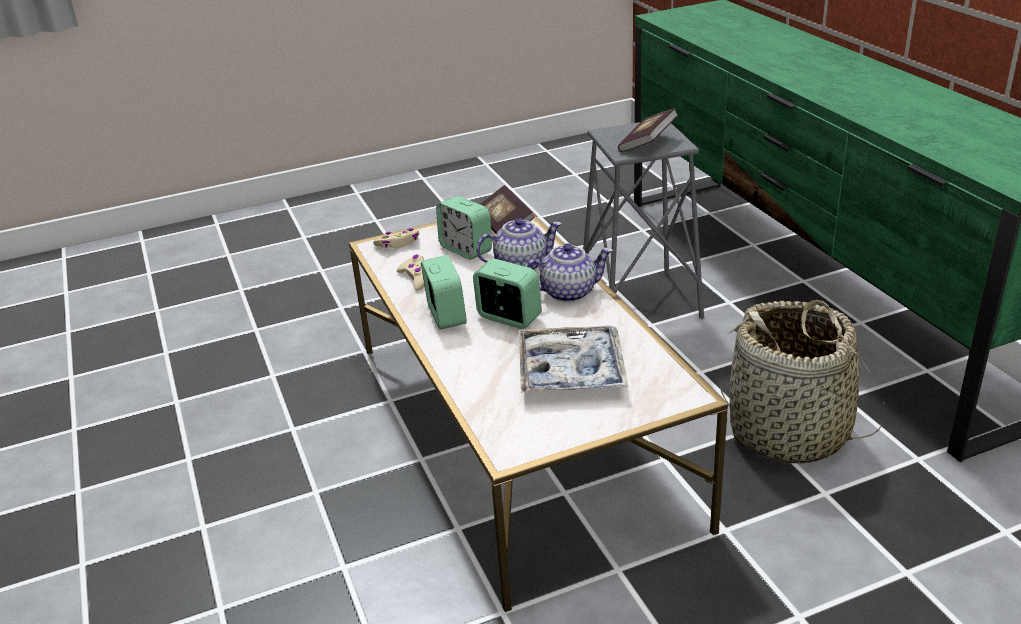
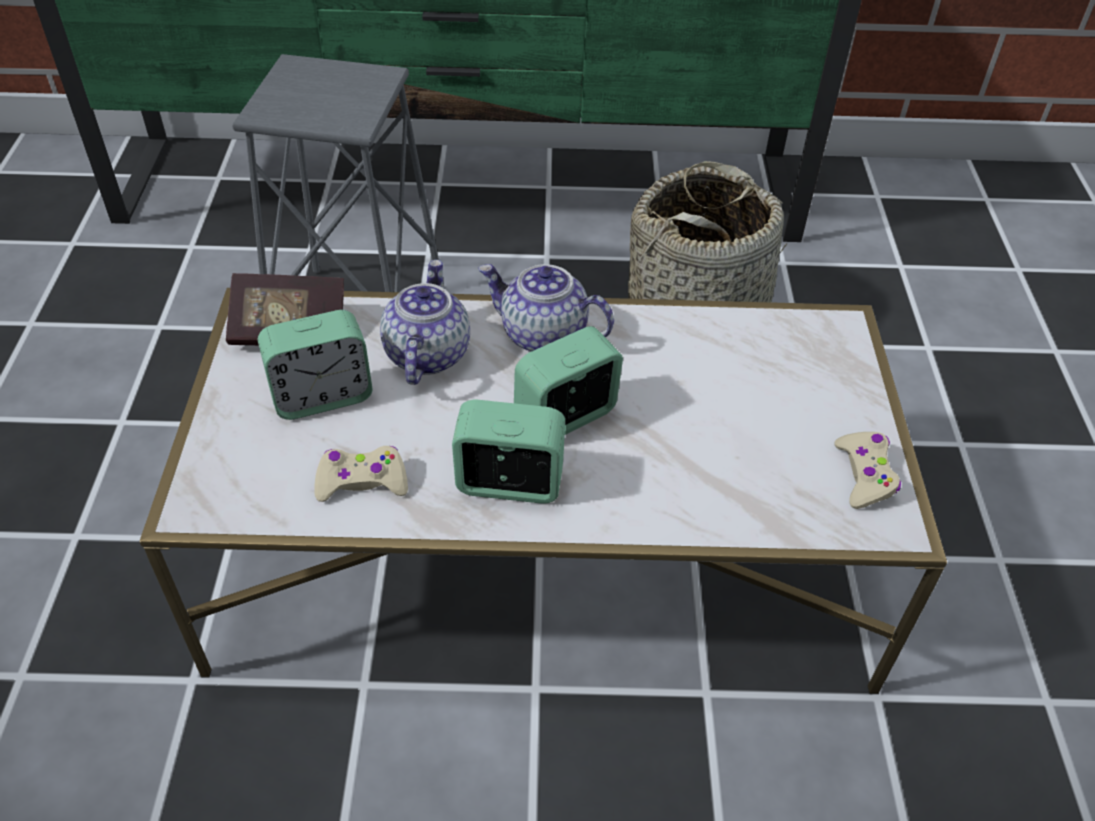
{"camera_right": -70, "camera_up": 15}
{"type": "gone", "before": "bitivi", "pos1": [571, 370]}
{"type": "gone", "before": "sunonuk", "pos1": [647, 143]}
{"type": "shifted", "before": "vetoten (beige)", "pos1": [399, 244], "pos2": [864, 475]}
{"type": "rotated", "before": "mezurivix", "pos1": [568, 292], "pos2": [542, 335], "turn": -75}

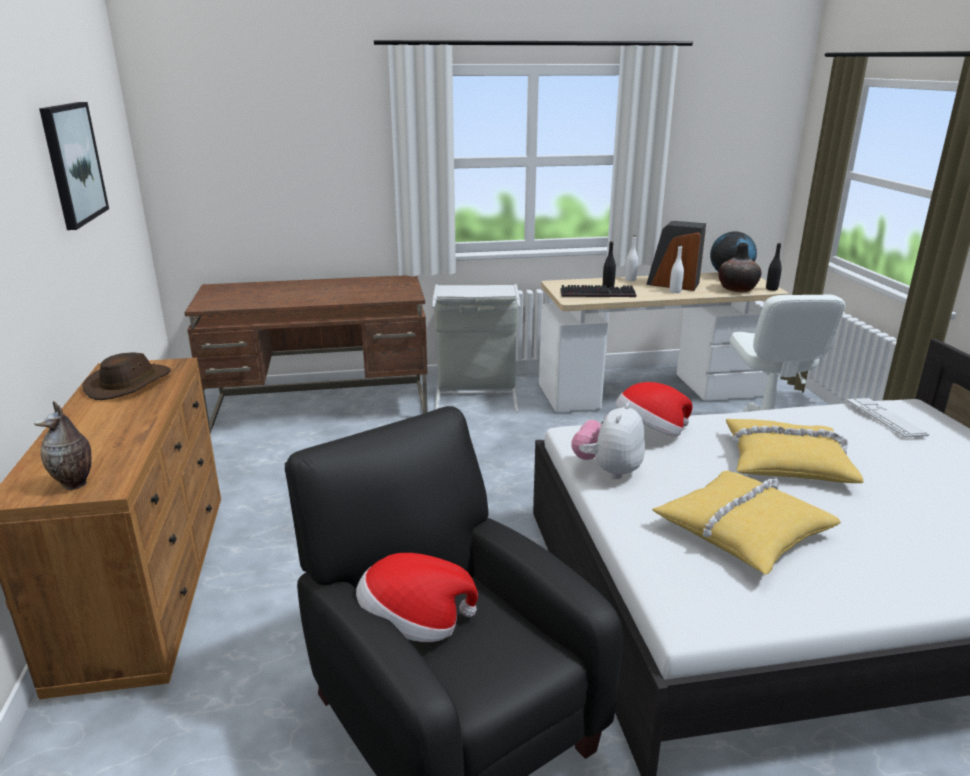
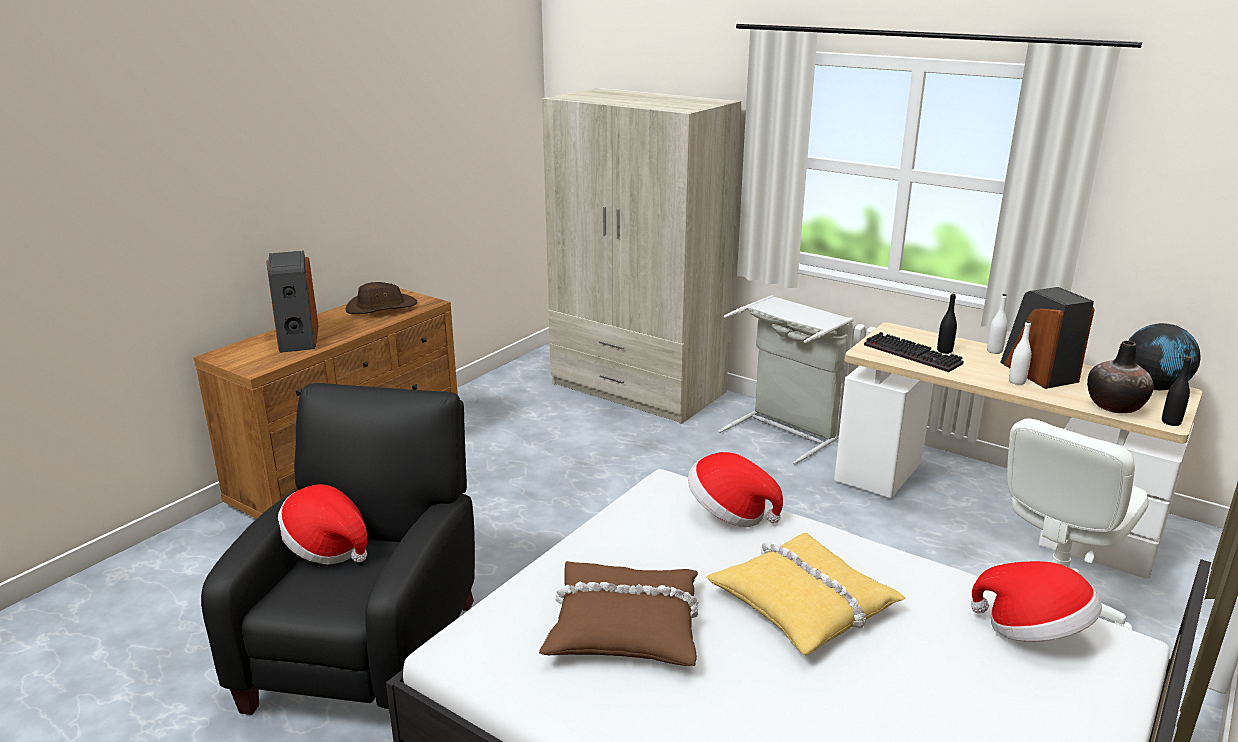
{"camera_right": 45, "camera_up": 0}
{"type": "gone", "before": "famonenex", "pos1": [75, 484]}
{"type": "gone", "before": "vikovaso", "pos1": [73, 163]}
{"type": "gone", "before": "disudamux", "pos1": [608, 470]}
{"type": "new", "after": "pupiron", "pos2": [297, 338]}
{"type": "swapped", "before": "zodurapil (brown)", "after": "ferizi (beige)", "pos1": [322, 406], "pos2": [637, 389]}
{"type": "swapped", "before": "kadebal", "after": "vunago", "pos1": [885, 418], "pos2": [1033, 631]}
{"type": "repainted", "before": "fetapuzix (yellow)", "after": "fetapuzix (brown)", "pos1": [742, 531], "pos2": [624, 625]}

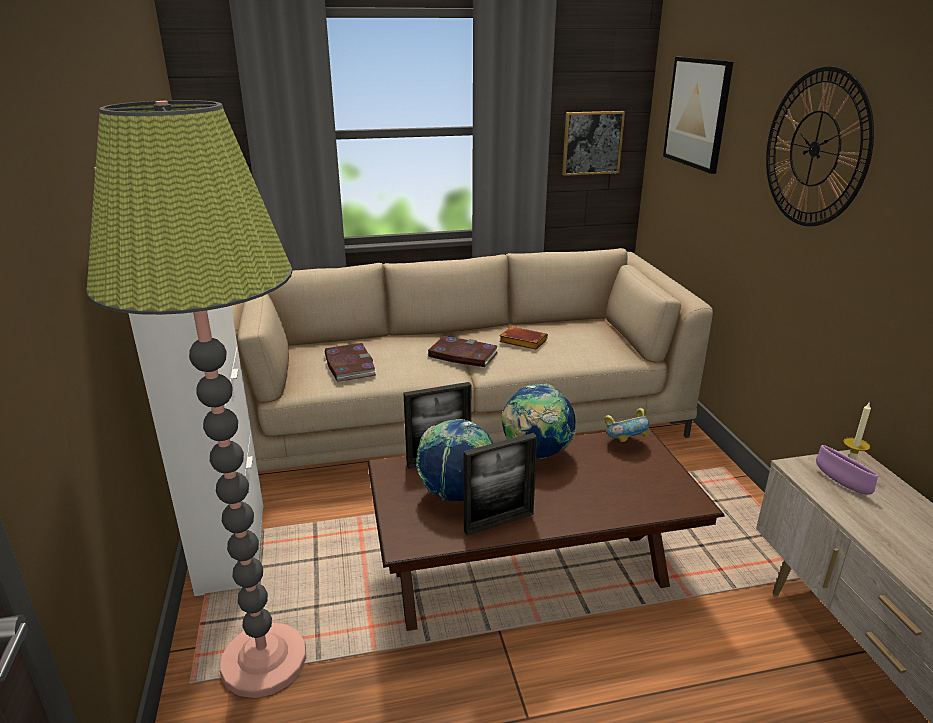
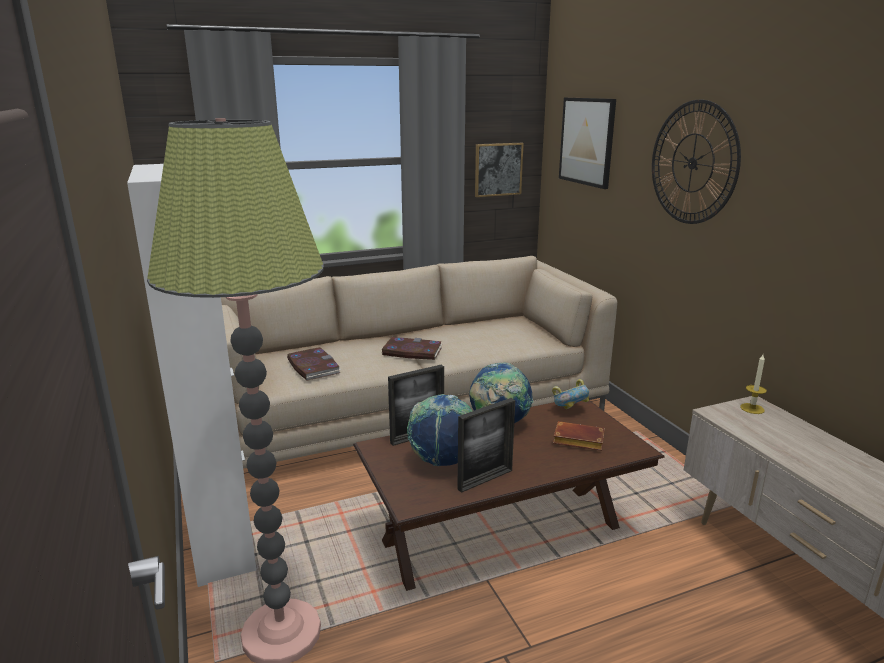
{"camera_right": -10, "camera_up": -5}
{"type": "gone", "before": "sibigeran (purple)", "pos1": [841, 483]}
{"type": "shifted", "before": "sunonuk (brown)", "pos1": [521, 342], "pos2": [577, 441]}

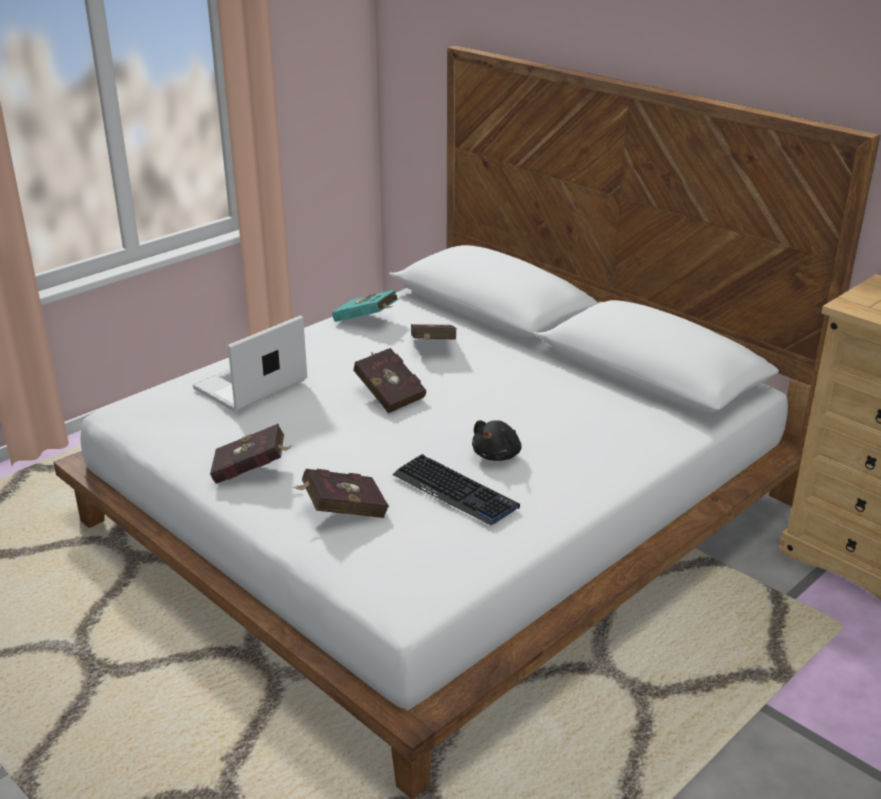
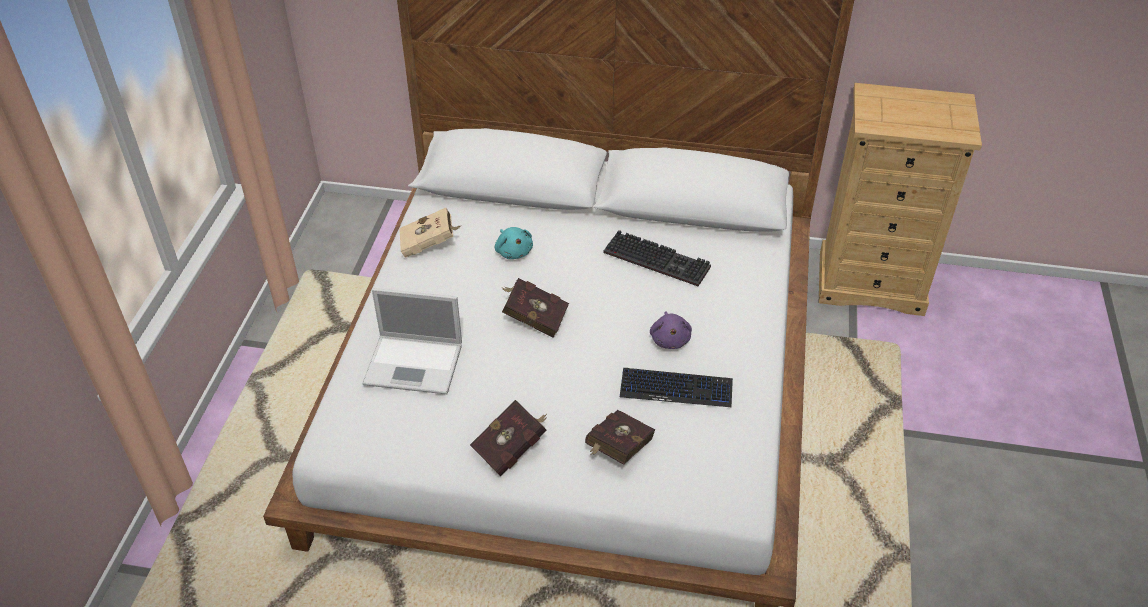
{"camera_right": -35, "camera_up": 15}
{"type": "new", "after": "kadebal", "pos2": [659, 259]}
{"type": "swapped", "before": "sunonuk (red)", "after": "disudamux (turquoise)", "pos1": [432, 348], "pos2": [513, 251]}
{"type": "repainted", "before": "sunonuk (turquoise)", "after": "sunonuk (beige)", "pos1": [367, 321], "pos2": [430, 244]}
{"type": "repainted", "before": "disudamux (black)", "after": "disudamux (purple)", "pos1": [497, 455], "pos2": [670, 339]}
{"type": "rotated", "before": "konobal", "pos1": [249, 386], "pos2": [415, 364], "turn": -90}

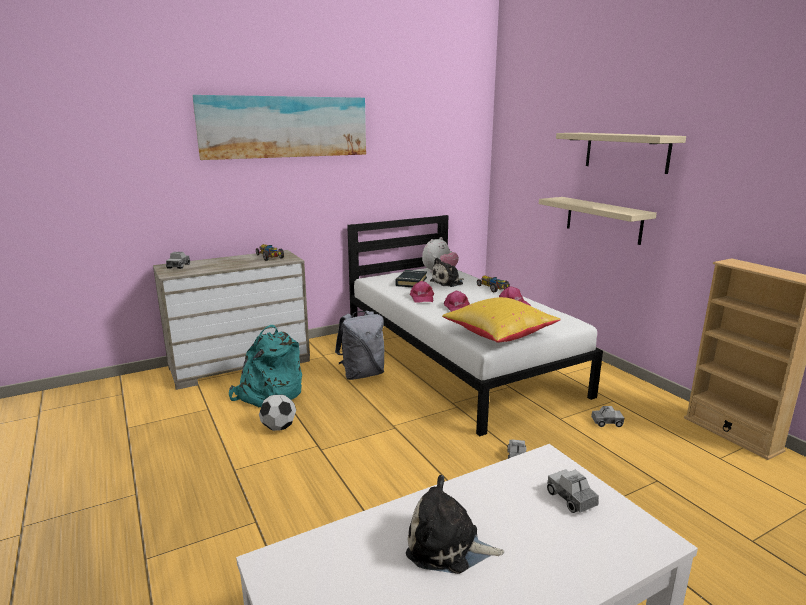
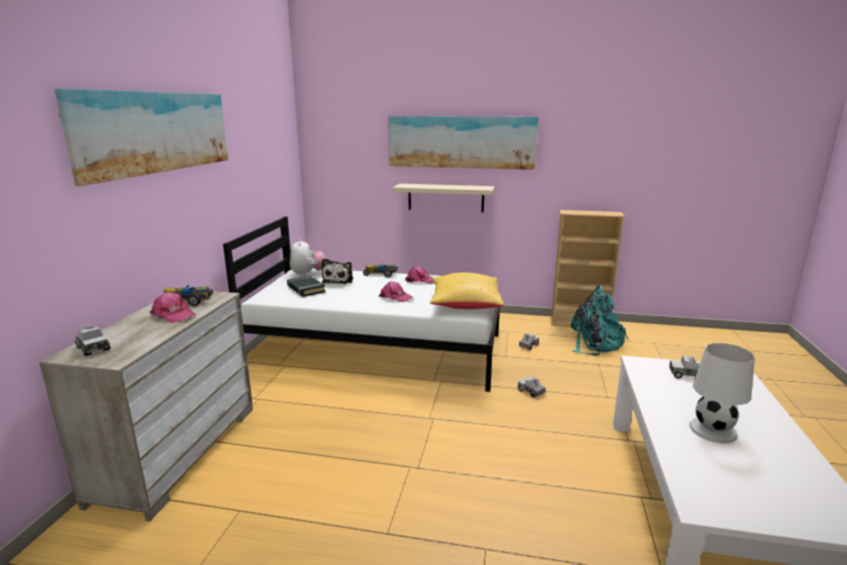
{"camera_right": -50, "camera_up": 0}
{"type": "gone", "before": "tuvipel", "pos1": [279, 428]}
{"type": "gone", "before": "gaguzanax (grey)", "pos1": [362, 374]}
{"type": "shifted", "before": "gaguzanax (turquoise)", "pos1": [268, 394], "pos2": [595, 343]}
{"type": "shifted", "before": "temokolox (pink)", "pos1": [422, 298], "pos2": [173, 315]}
{"type": "swapped", "before": "disudamux", "after": "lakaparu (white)", "pos1": [448, 546], "pos2": [713, 430]}
{"type": "swapped", "before": "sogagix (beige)", "after": "vikovaso", "pos1": [626, 152], "pos2": [461, 142]}

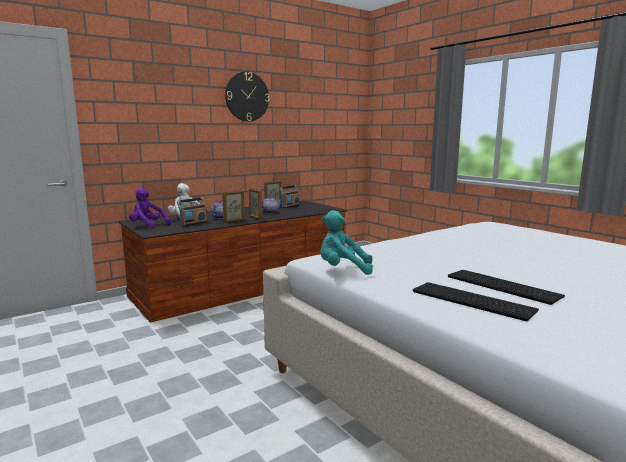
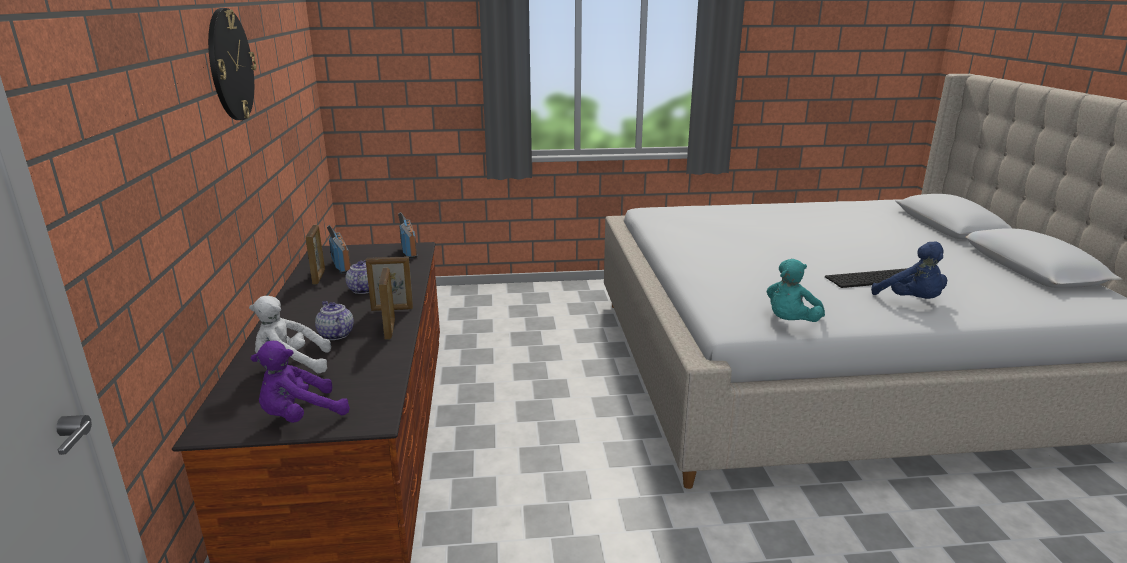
{"camera_right": -60, "camera_up": 10}
{"type": "shifted", "before": "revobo", "pos1": [193, 223], "pos2": [409, 251]}
{"type": "swapped", "before": "kadebal", "after": "disudamux (blue)", "pos1": [470, 301], "pos2": [911, 301]}

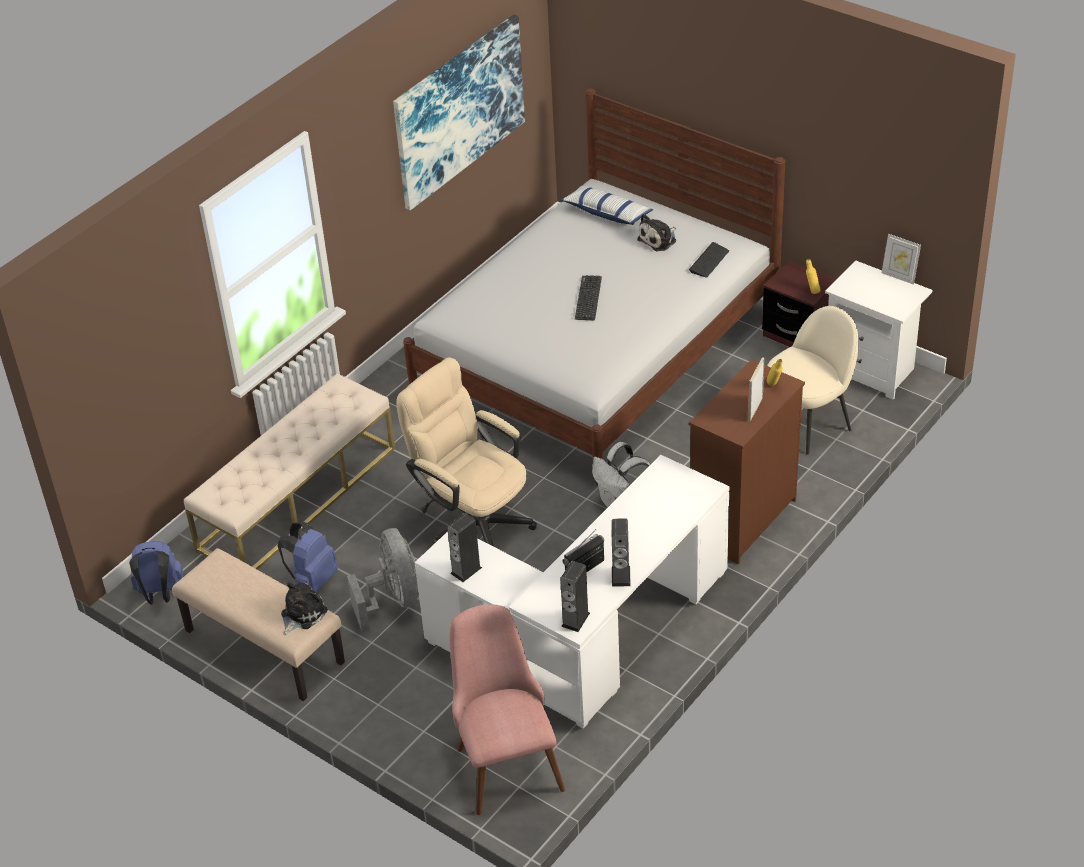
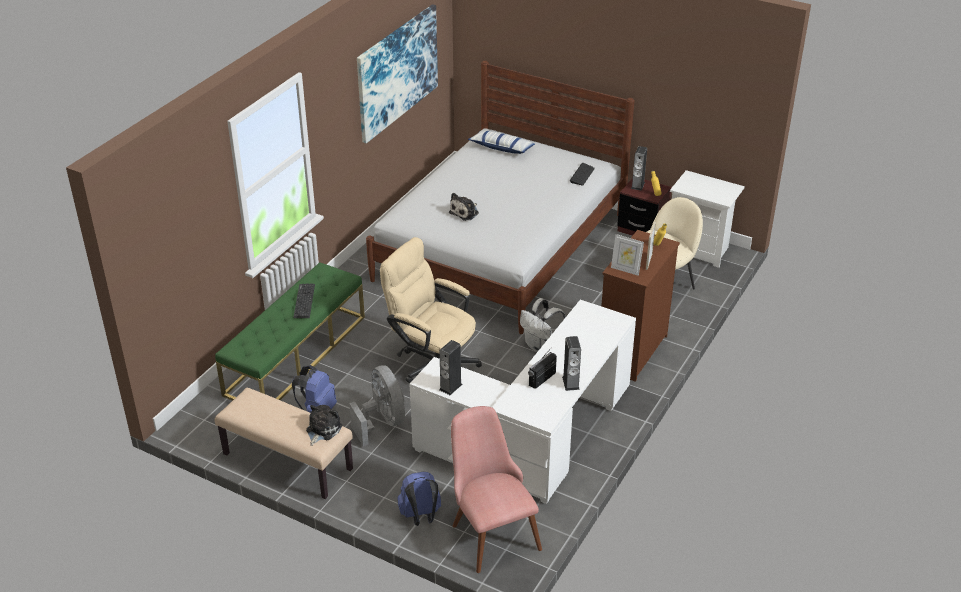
{"camera_right": -10, "camera_up": -5}
{"type": "shifted", "before": "gaguzanax (blue)", "pos1": [160, 594], "pos2": [420, 516]}
{"type": "shifted", "before": "pupiron", "pos1": [575, 619], "pos2": [637, 185]}
{"type": "shifted", "before": "kadebal", "pos1": [588, 298], "pos2": [304, 301]}
{"type": "shifted", "before": "disudamux", "pos1": [659, 240], "pos2": [465, 212]}
{"type": "shifted", "before": "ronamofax", "pos1": [899, 276], "pos2": [625, 270]}
{"type": "repainted", "before": "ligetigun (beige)", "after": "ligetigun (green)", "pos1": [297, 497], "pos2": [296, 355]}

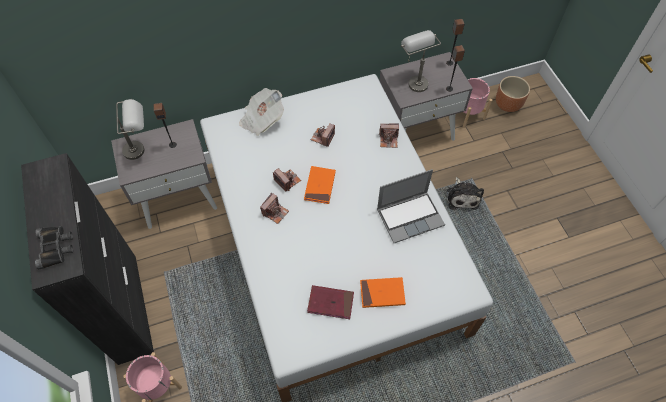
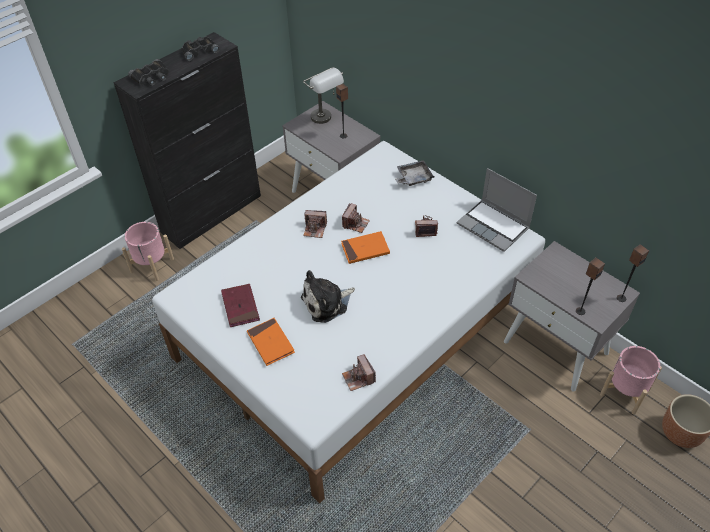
{"camera_right": 65, "camera_up": -10}
{"type": "gone", "before": "lakaparu (grey)", "pos1": [414, 80]}
{"type": "new", "after": "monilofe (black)", "pos2": [199, 51]}
{"type": "shifted", "before": "konobal", "pos1": [410, 216], "pos2": [494, 226]}
{"type": "shifted", "before": "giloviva", "pos1": [388, 139], "pos2": [358, 378]}
{"type": "shifted", "before": "disudamux", "pos1": [462, 197], "pos2": [327, 303]}
{"type": "swapped", "before": "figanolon", "after": "bitivi (grey)", "pos1": [262, 119], "pos2": [413, 178]}

